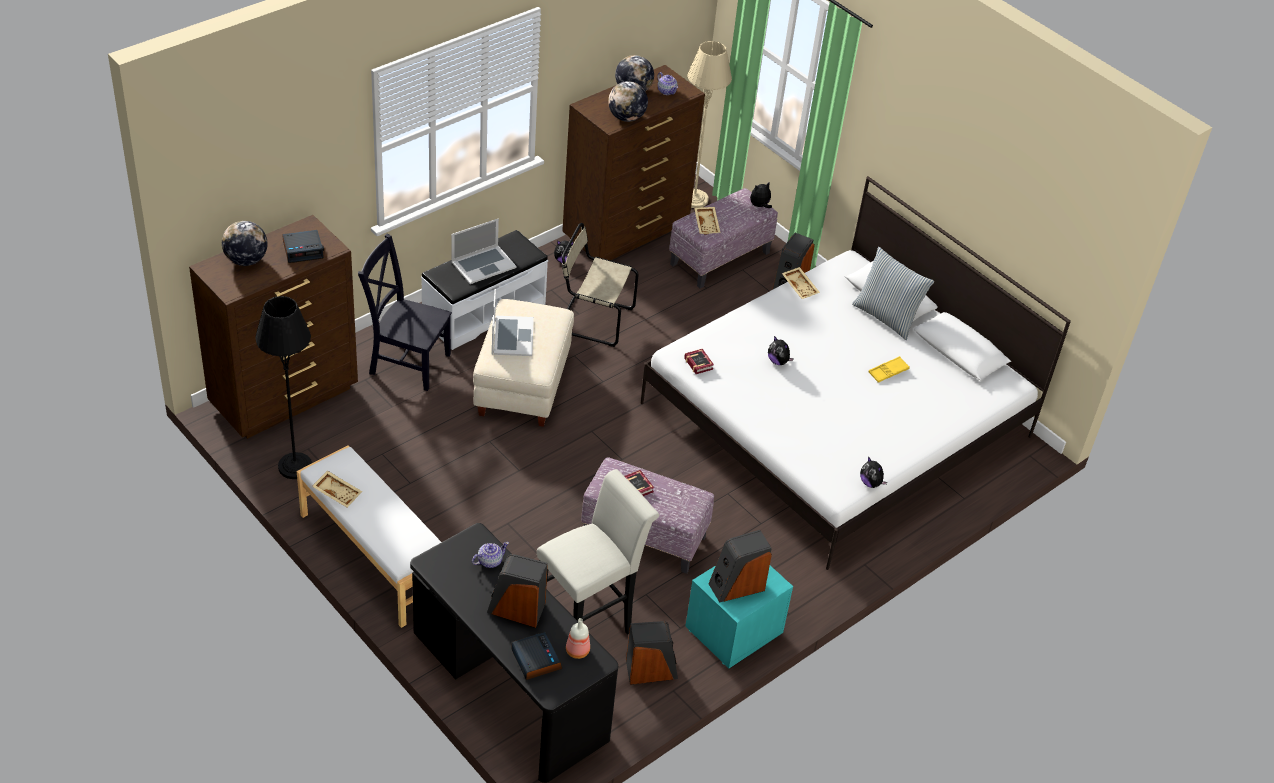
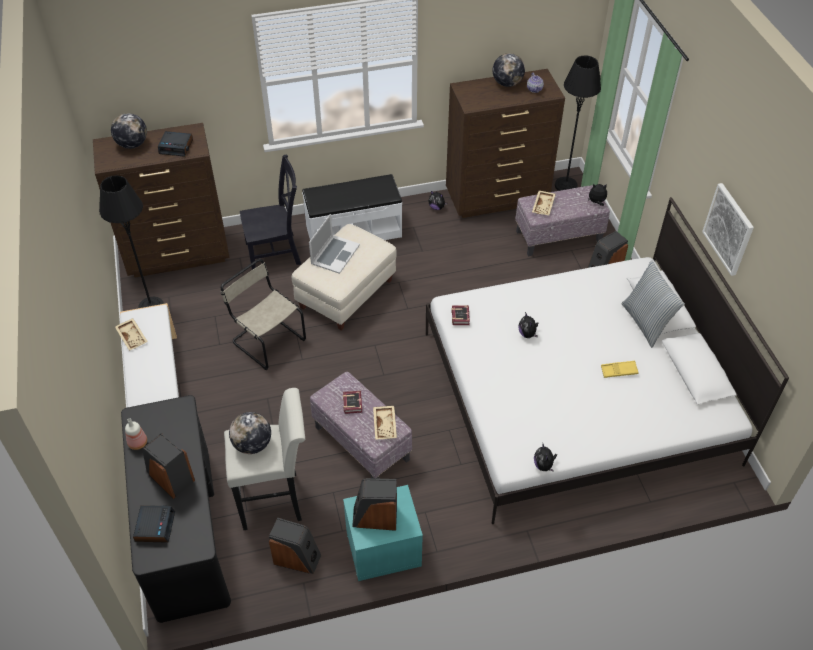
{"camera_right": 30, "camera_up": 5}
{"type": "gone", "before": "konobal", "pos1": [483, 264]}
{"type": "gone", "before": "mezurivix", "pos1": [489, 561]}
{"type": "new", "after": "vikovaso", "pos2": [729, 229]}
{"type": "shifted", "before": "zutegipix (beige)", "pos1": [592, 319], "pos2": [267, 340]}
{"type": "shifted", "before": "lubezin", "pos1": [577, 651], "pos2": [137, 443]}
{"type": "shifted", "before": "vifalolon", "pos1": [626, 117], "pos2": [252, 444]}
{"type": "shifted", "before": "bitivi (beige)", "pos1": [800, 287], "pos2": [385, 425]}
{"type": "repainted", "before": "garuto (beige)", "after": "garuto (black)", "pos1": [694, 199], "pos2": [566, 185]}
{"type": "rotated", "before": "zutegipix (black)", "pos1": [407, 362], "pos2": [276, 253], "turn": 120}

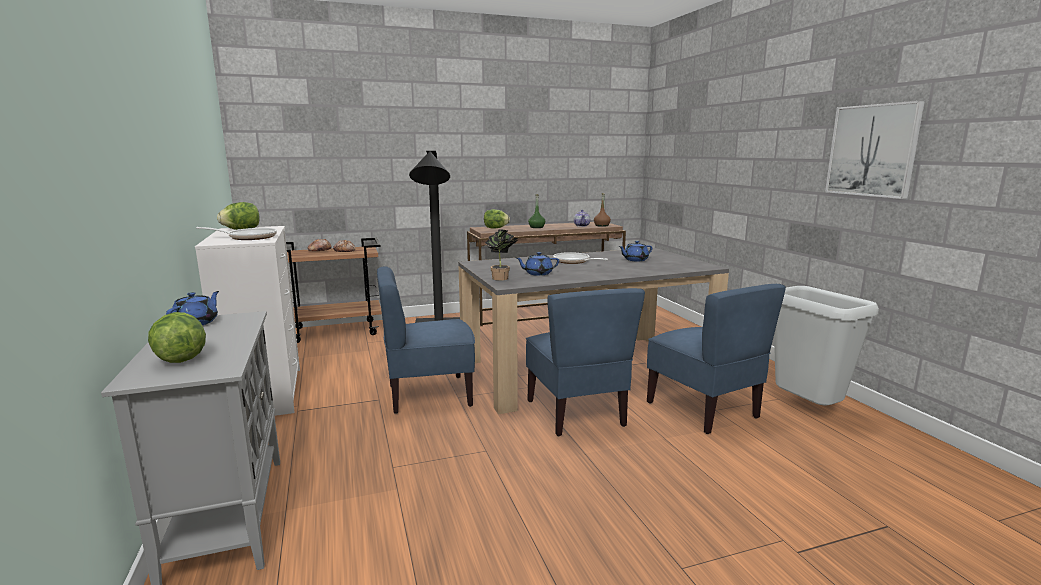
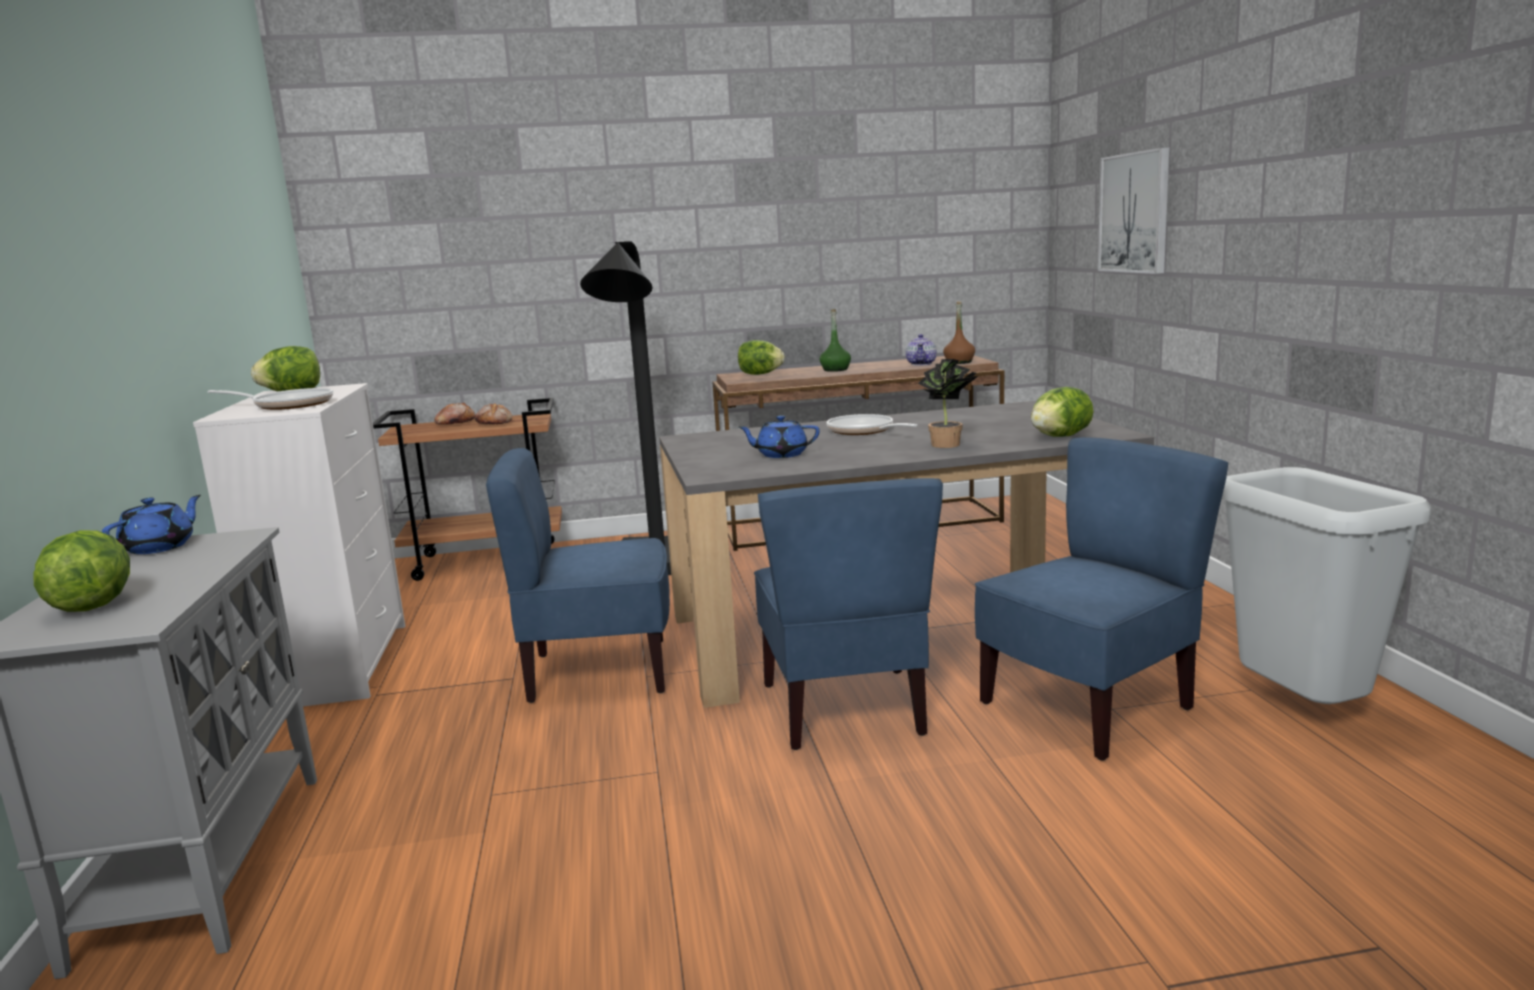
{"camera_right": 10, "camera_up": 0}
{"type": "gone", "before": "mezurivix (blue)", "pos1": [635, 260]}
{"type": "new", "after": "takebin", "pos2": [1060, 436]}
{"type": "shifted", "before": "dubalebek", "pos1": [502, 279], "pos2": [949, 445]}
{"type": "shifted", "before": "vikovaso", "pos1": [872, 150], "pos2": [1135, 213]}
{"type": "rotated", "before": "zutegipix (blue)", "pos1": [703, 409], "pos2": [1089, 707], "turn": -105}

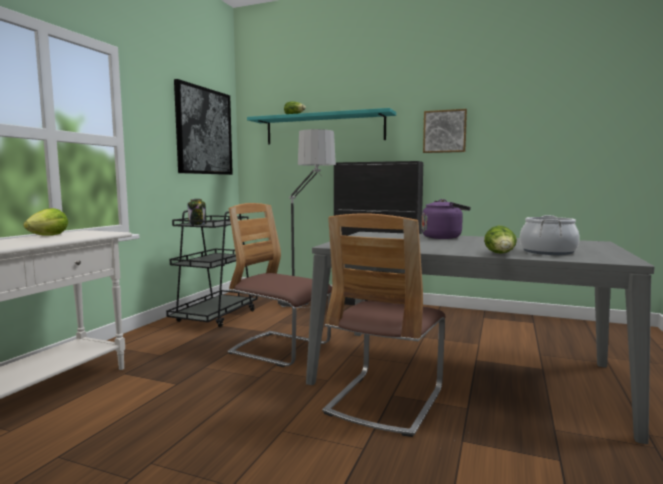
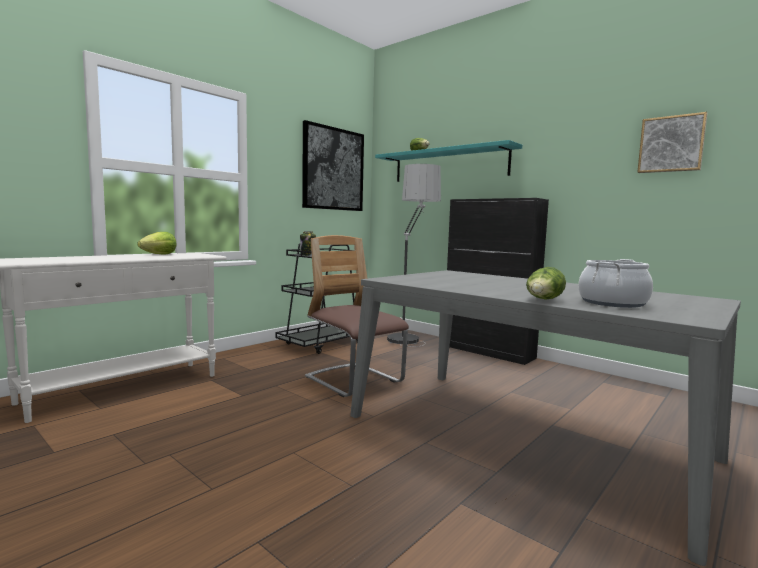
{"camera_right": 20, "camera_up": 0}
{"type": "gone", "before": "zutegipix", "pos1": [385, 401]}
{"type": "gone", "before": "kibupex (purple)", "pos1": [443, 237]}
{"type": "shifted", "before": "vikovaso", "pos1": [444, 131], "pos2": [671, 144]}

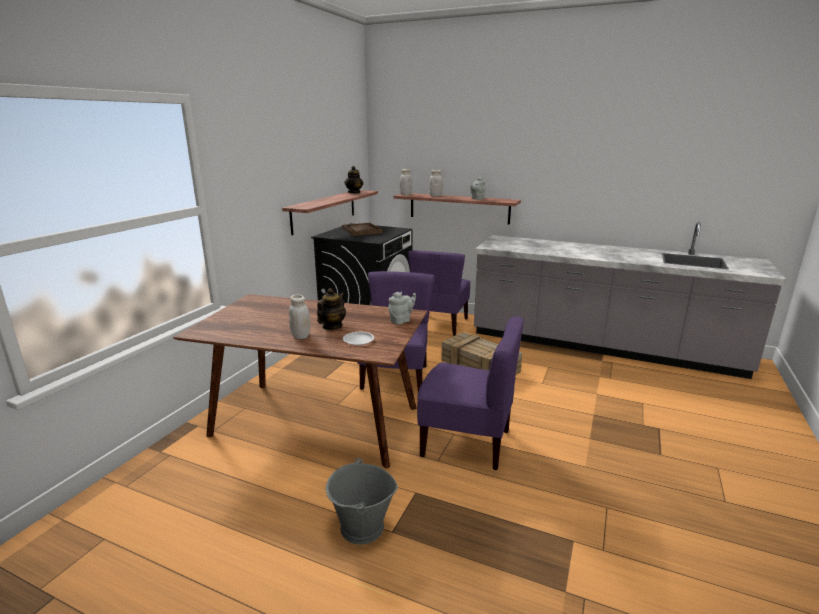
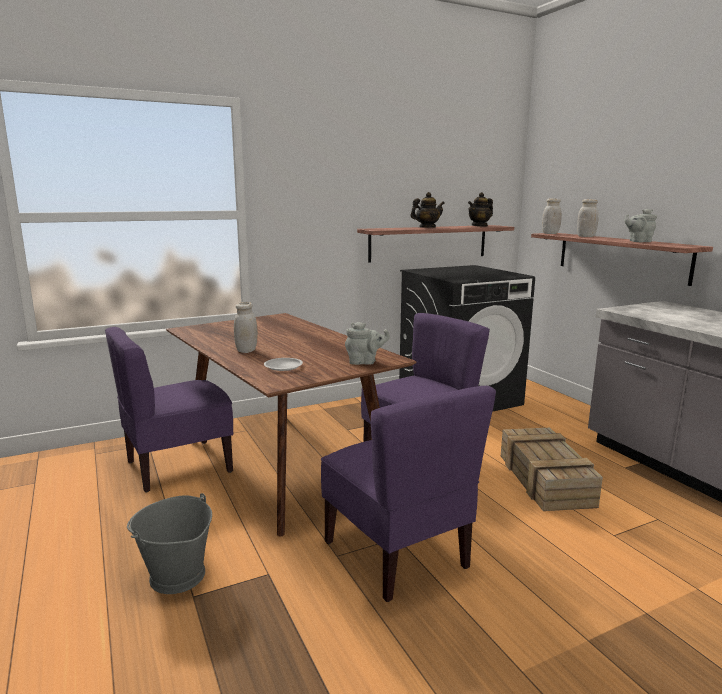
{"camera_right": 40, "camera_up": -5}
{"type": "gone", "before": "bitivi (brown)", "pos1": [361, 230]}
{"type": "shifted", "before": "mezurivix", "pos1": [332, 326], "pos2": [427, 228]}
{"type": "shifted", "before": "zutegipix (purple)", "pos1": [439, 325], "pos2": [178, 466]}

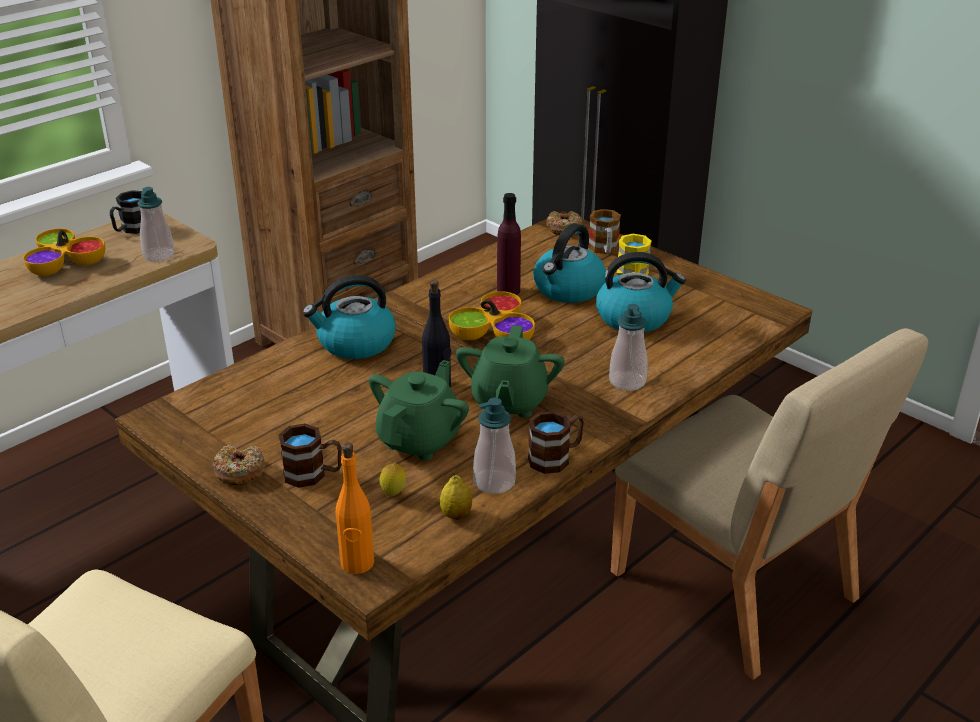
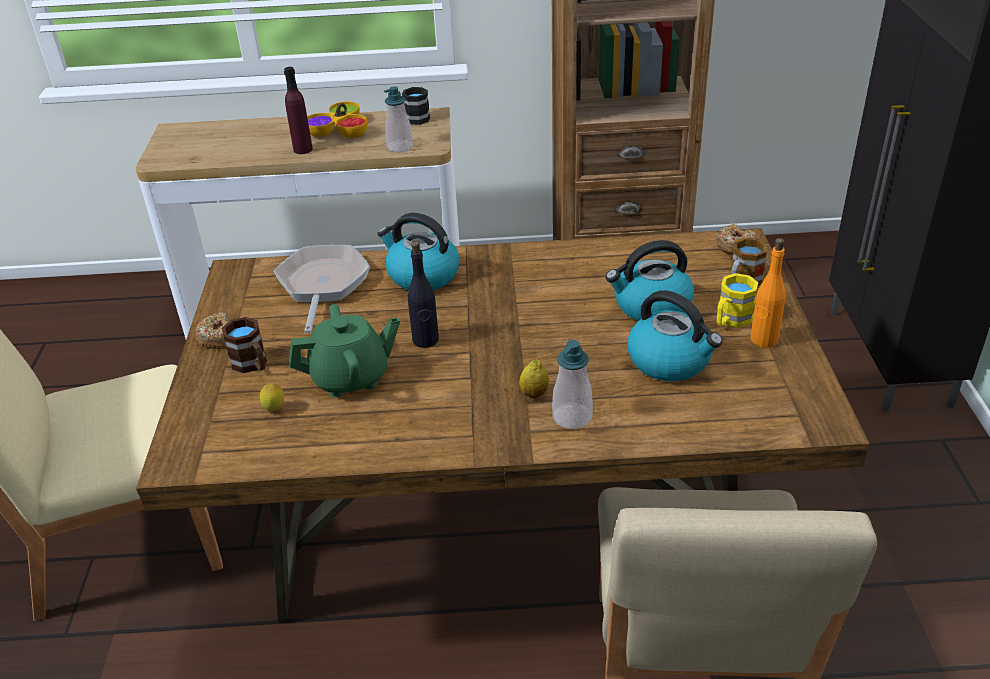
{"camera_right": 45, "camera_up": 5}
{"type": "gone", "before": "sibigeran", "pos1": [494, 332]}
{"type": "gone", "before": "mezurivix (green)", "pos1": [509, 402]}
{"type": "gone", "before": "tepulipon", "pos1": [494, 482]}
{"type": "gone", "before": "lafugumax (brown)", "pos1": [556, 458]}
{"type": "new", "after": "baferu", "pos2": [322, 286]}
{"type": "shifted", "before": "lubezin (orange)", "pos1": [357, 563], "pos2": [763, 339]}
{"type": "shifted", "before": "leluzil", "pos1": [456, 515], "pos2": [534, 394]}
{"type": "shifted", "before": "lubezin (purple)", "pos1": [508, 290], "pos2": [303, 149]}

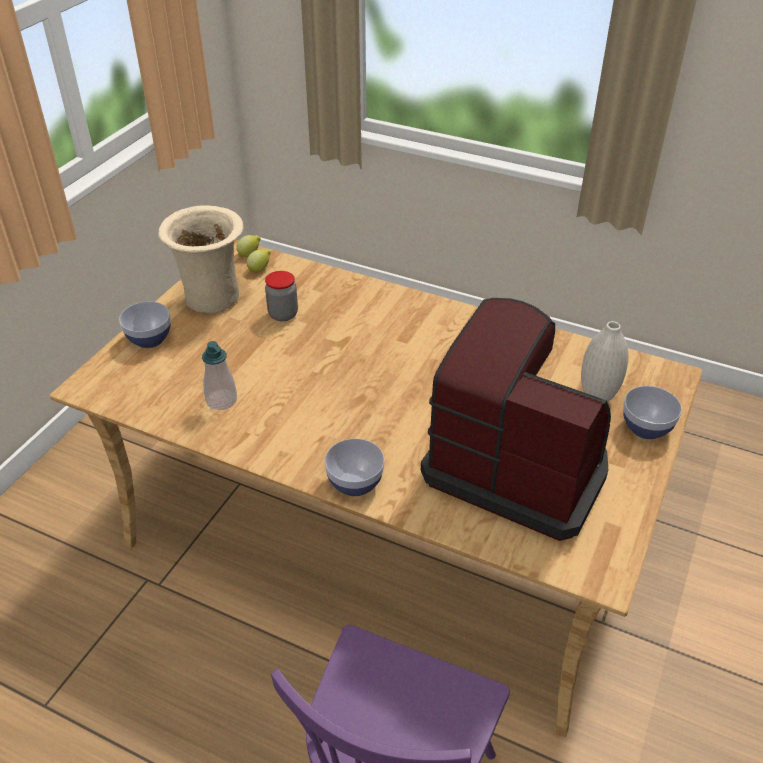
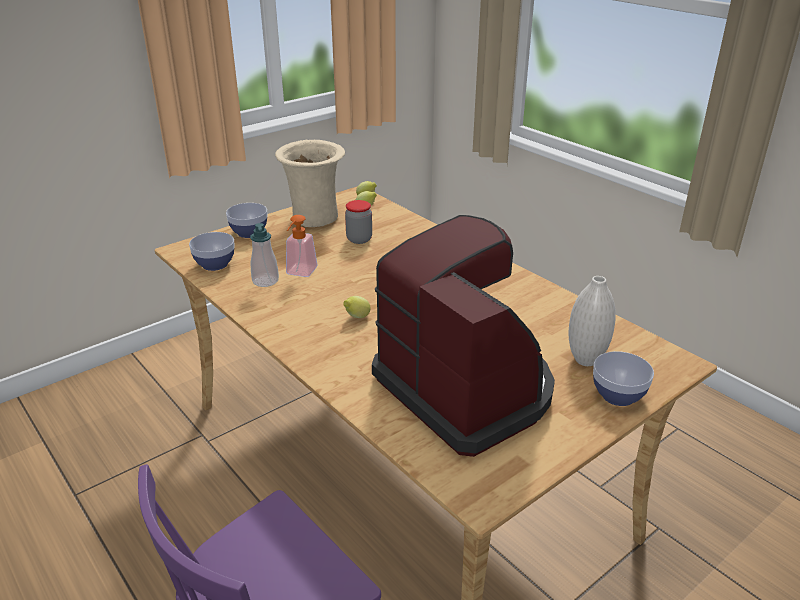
{"camera_right": 25, "camera_up": -10}
{"type": "new", "after": "tepulipon", "pos2": [299, 273]}
{"type": "new", "after": "leluzil", "pos2": [357, 317]}
{"type": "shifted", "before": "sibigeran", "pos1": [355, 483], "pos2": [215, 264]}

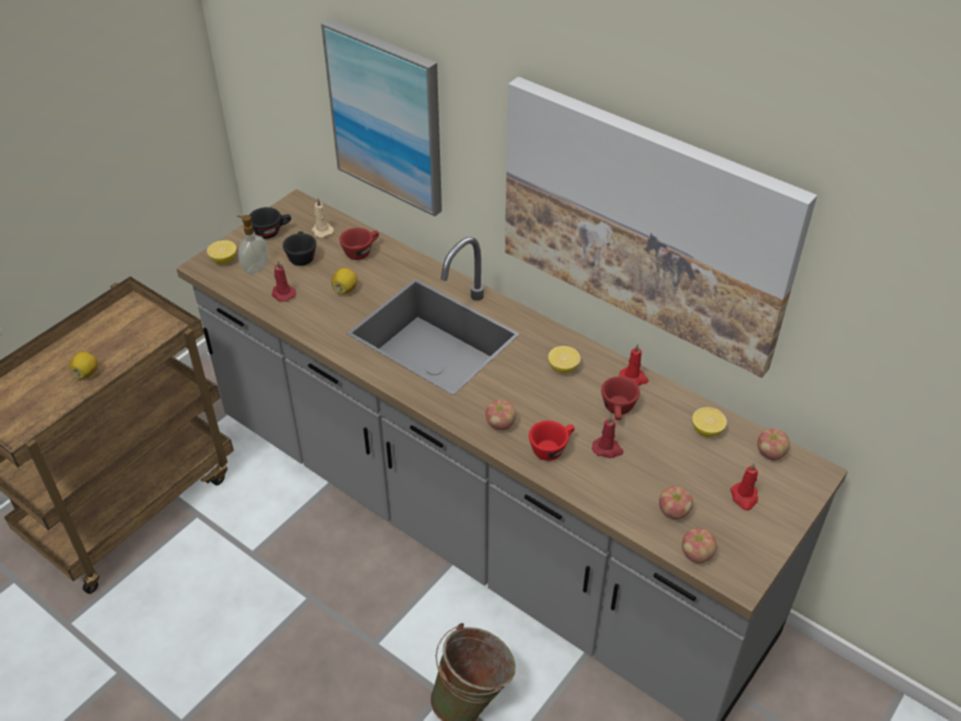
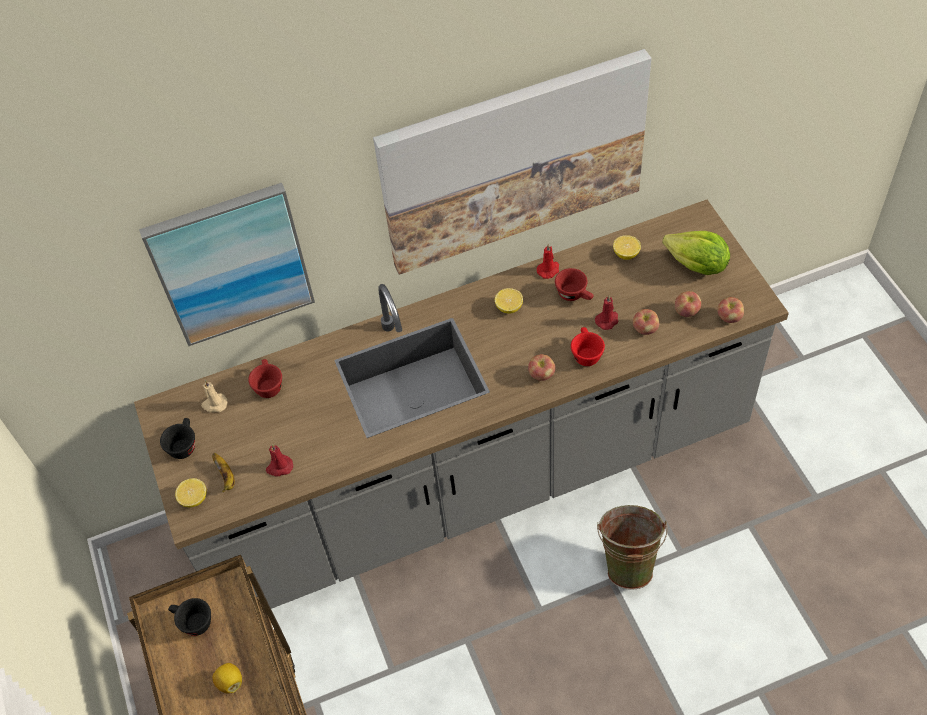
{"camera_right": -55, "camera_up": 10}
{"type": "gone", "before": "leluzil", "pos1": [345, 289]}
{"type": "shifted", "before": "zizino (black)", "pos1": [301, 256], "pos2": [192, 622]}
{"type": "shifted", "before": "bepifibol", "pos1": [770, 454], "pos2": [645, 329]}
{"type": "swapped", "before": "tepulipon", "after": "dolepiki", "pos1": [255, 268], "pos2": [226, 477]}
{"type": "swapped", "before": "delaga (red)", "after": "takebin", "pos1": [744, 497], "pos2": [697, 266]}

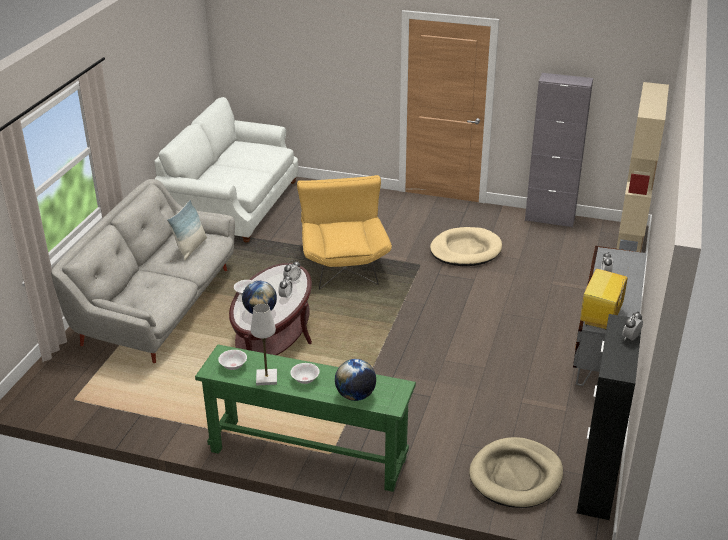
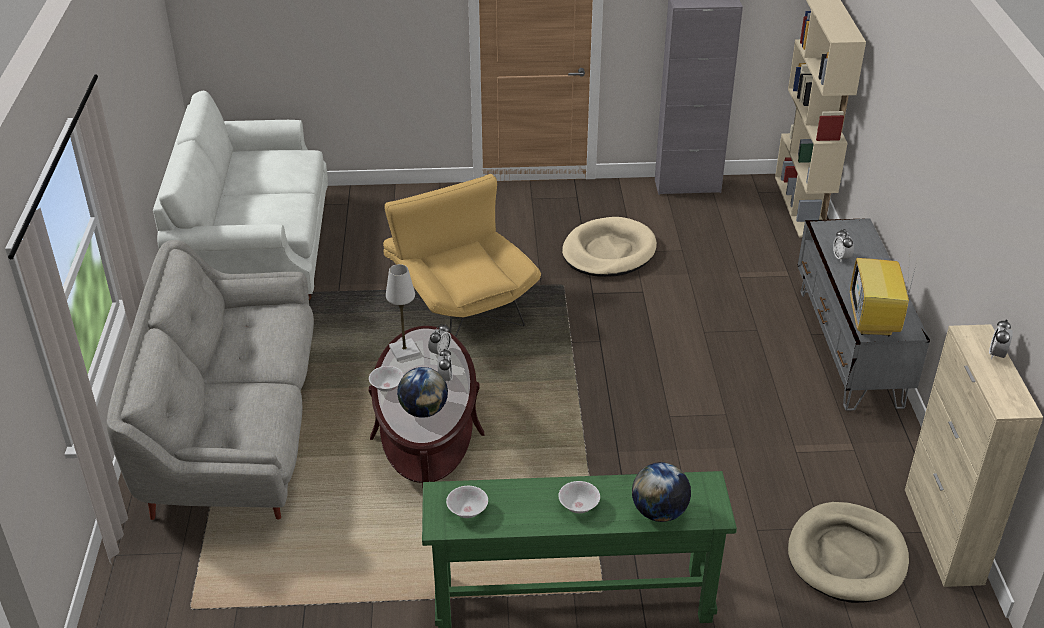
{"camera_right": -20, "camera_up": 5}
{"type": "gone", "before": "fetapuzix", "pos1": [191, 248]}
{"type": "shifted", "before": "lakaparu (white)", "pos1": [266, 378], "pos2": [404, 351]}
{"type": "repainted", "before": "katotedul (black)", "after": "katotedul (beige)", "pos1": [597, 481], "pos2": [943, 536]}

